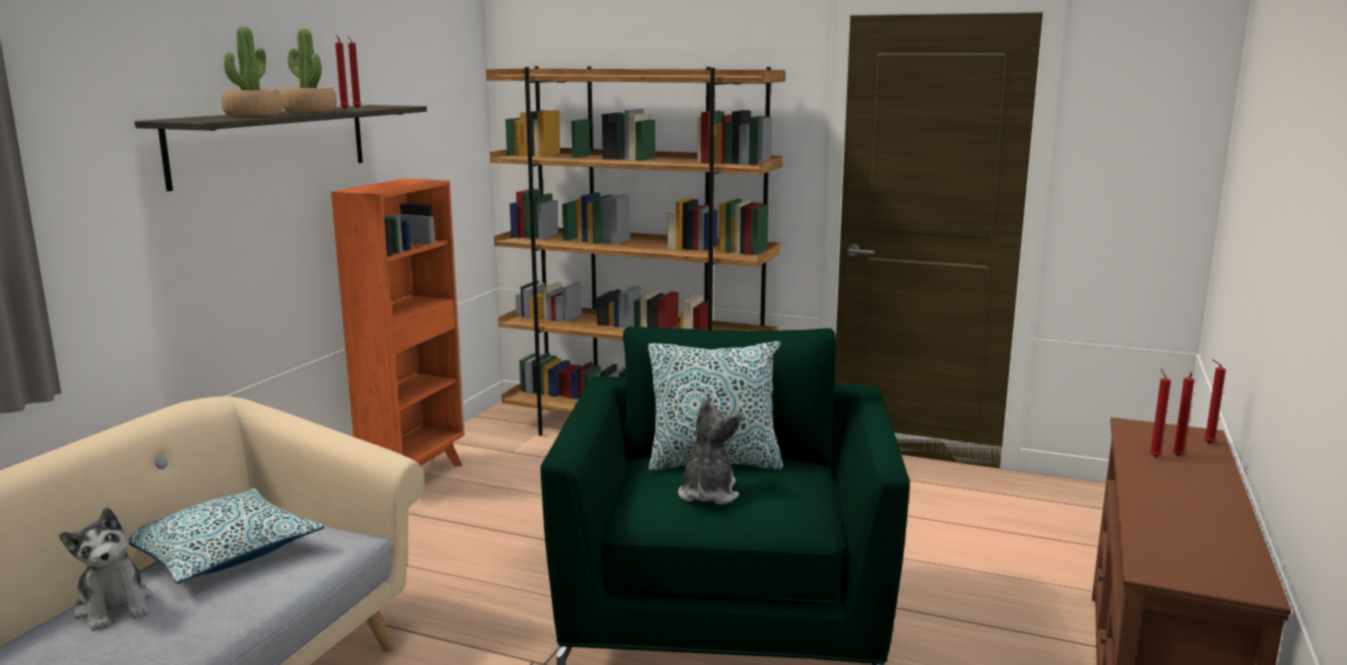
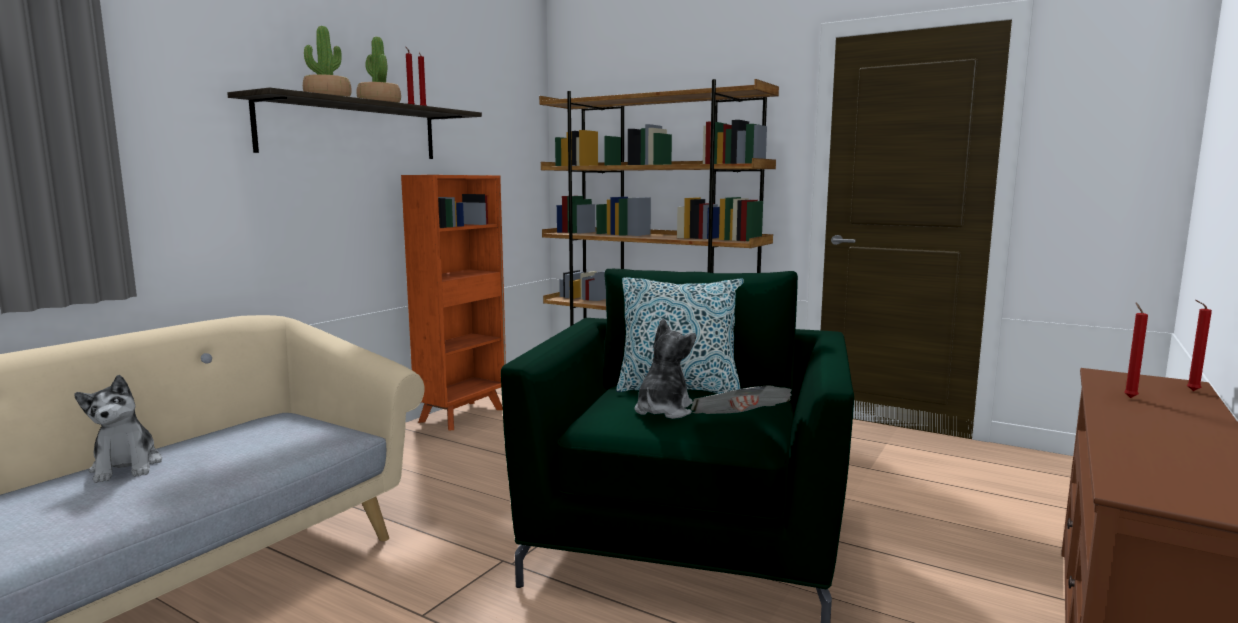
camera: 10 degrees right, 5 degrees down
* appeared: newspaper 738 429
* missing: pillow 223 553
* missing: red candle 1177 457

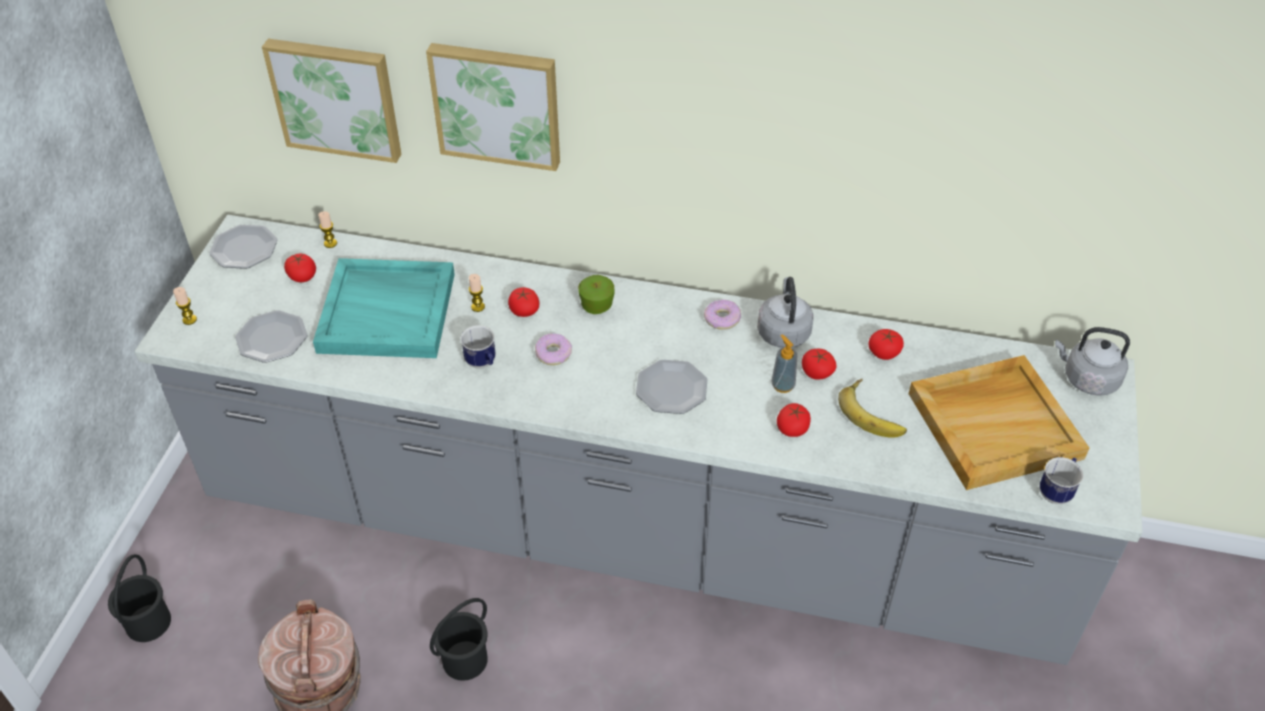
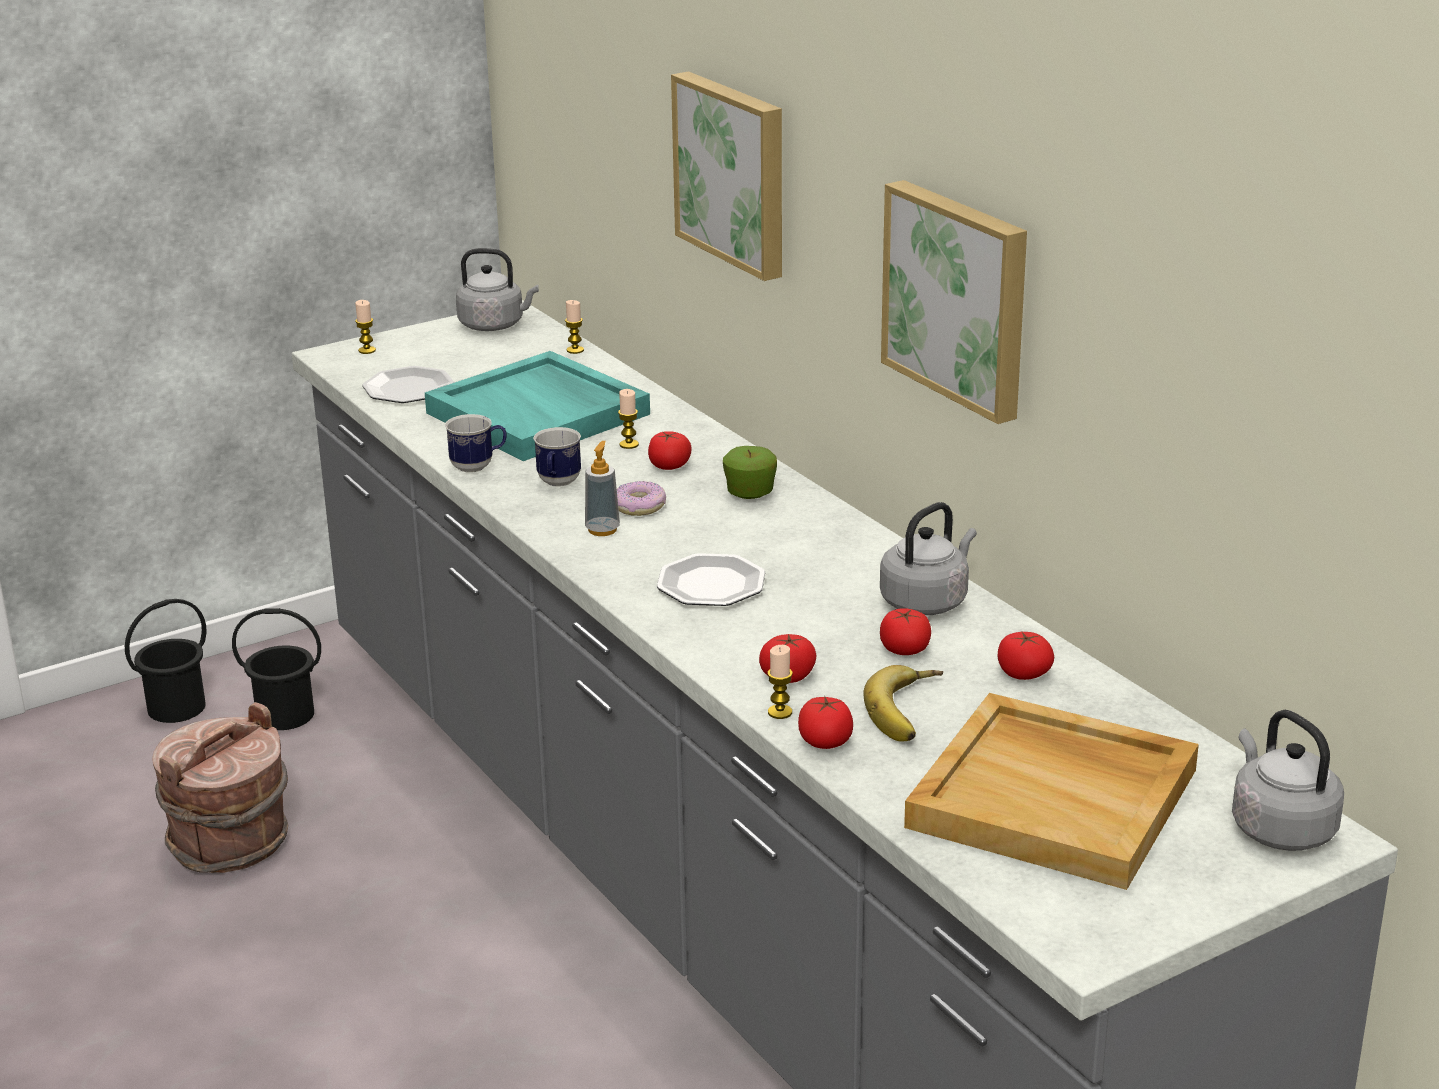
camera: 45 degrees right, 20 degrees down
* relocated: black bucket 464 660 to 285 714
* relocated: mug 1057 491 to 478 466
* exchanged: plate 244 248 to grey kettle 495 325
* relocated: soap dispenser 783 385 to 602 530
* appeared: candle 780 712
* relocated: tomato 302 276 to 825 740
* relocated: picture 336 97 to 959 297
* missing: donut 722 319

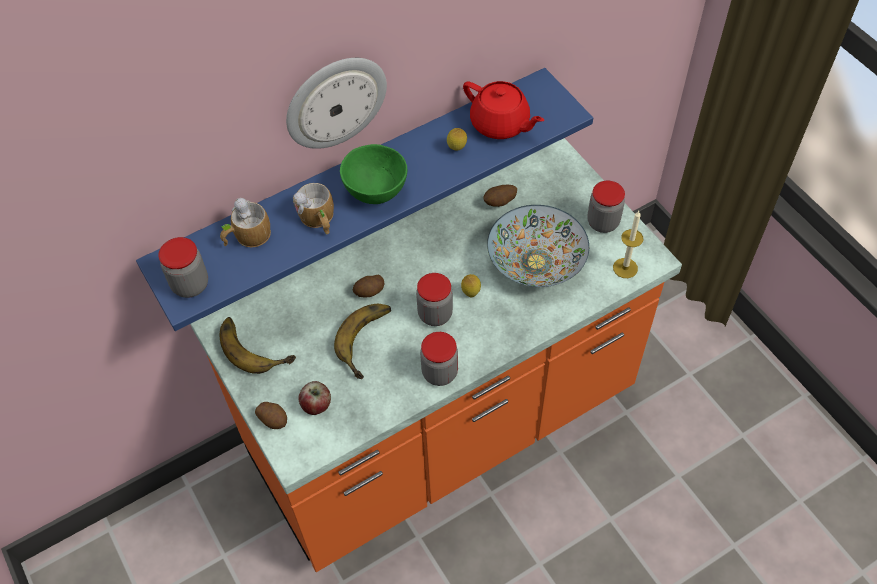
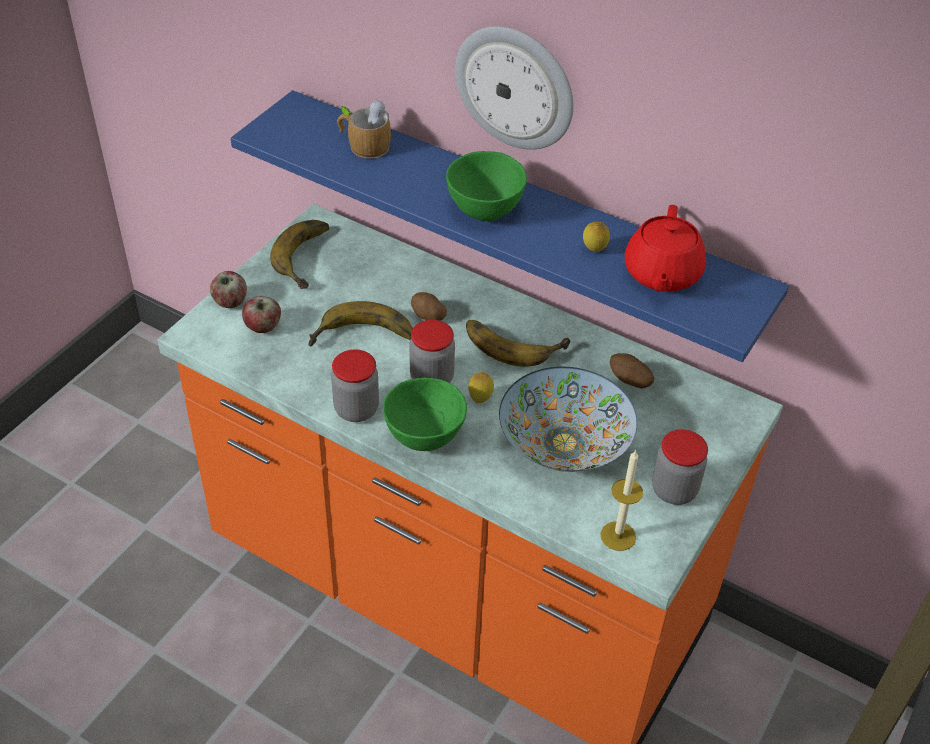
camera: 60 degrees right, 10 degrees down
* exchanged: potato 273 419 to apple 230 302
* appeared: green bowl 423 436
* appeared: banana 514 341
* missing: jar 190 285
* missing: mug 318 219

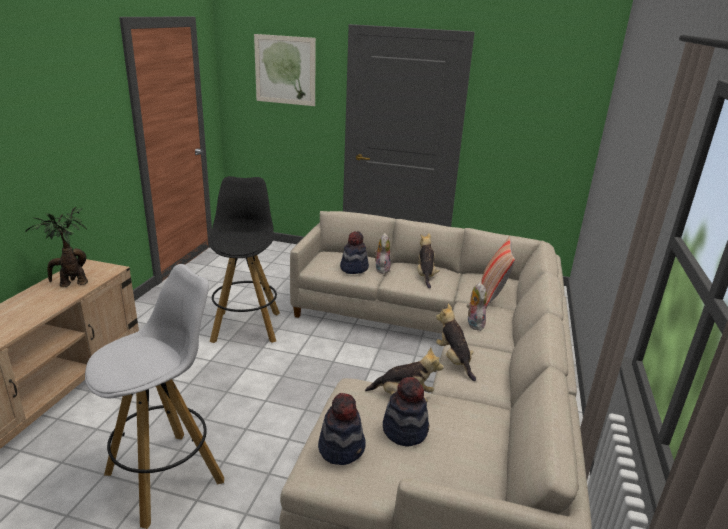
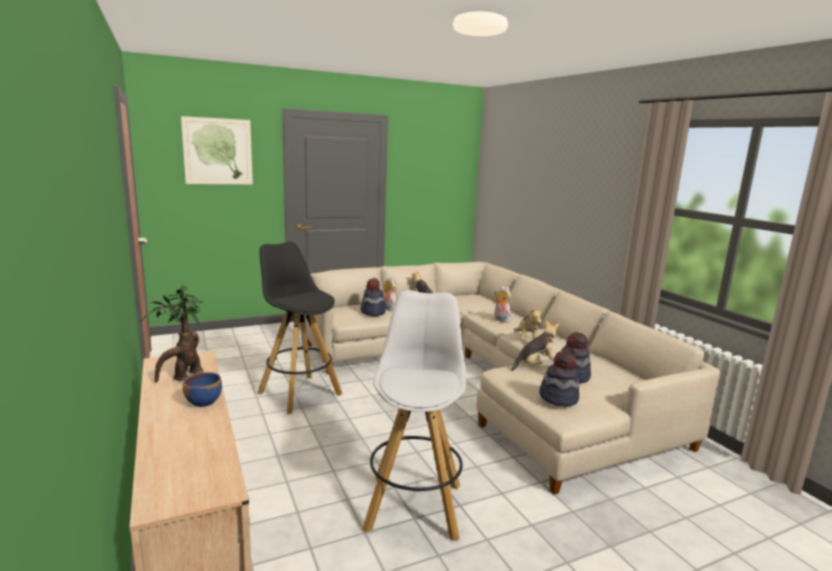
camera: 40 degrees left, 10 degrees down
* appeared: blue bowl 204 402
* spun: plush toy 454 360 = 526 339 120 degrees counterclockwise
* missing: pillow 492 296

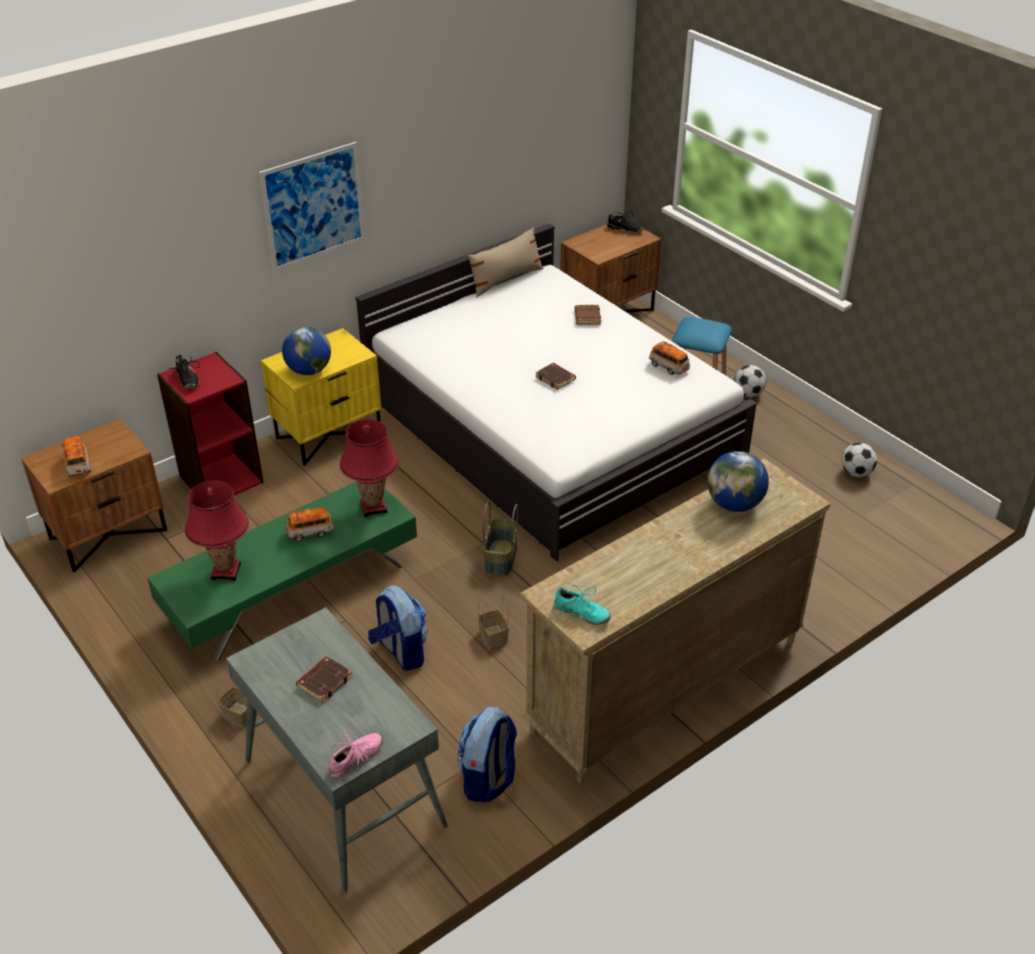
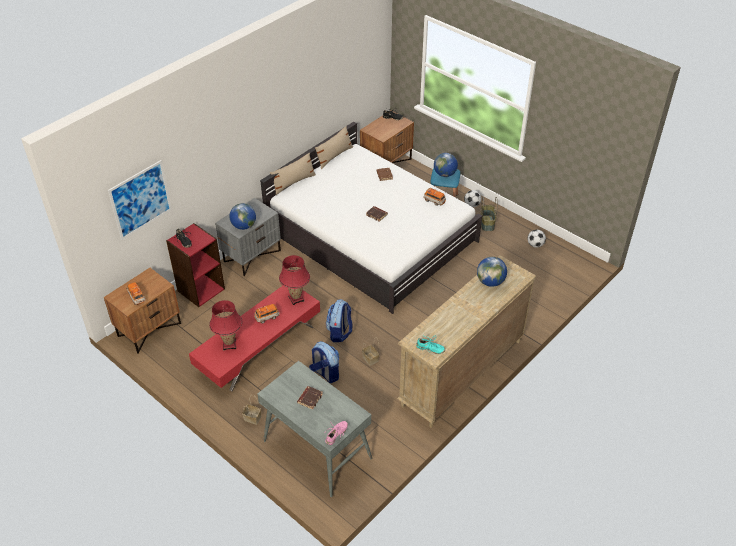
camera: 10 degrees left, 5 degrees up
* relocated: picture 313 206 to 140 199
* colour: green coffee table 291 590 to red coffee table 259 348
* colour: yellow nightstand 328 434 to grey nightstand 252 255
* appeared: beige pillow 293 182
* relocated: backpack 488 779 to 340 332
* appeared: globe 444 174
* relocated: basket 501 558 to 487 223

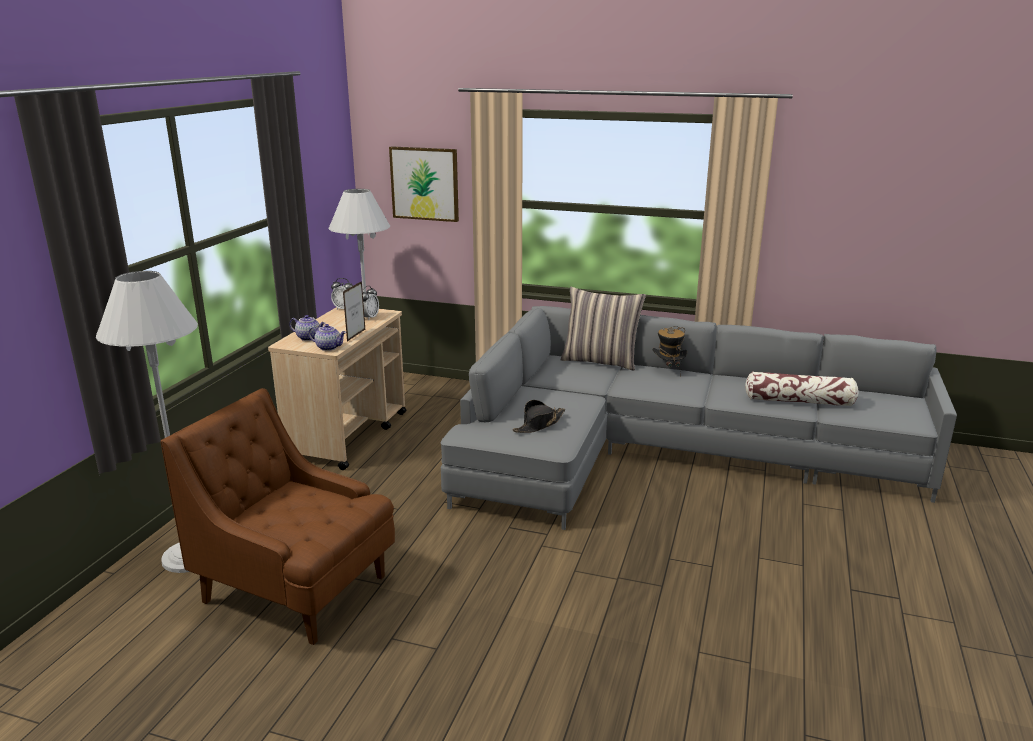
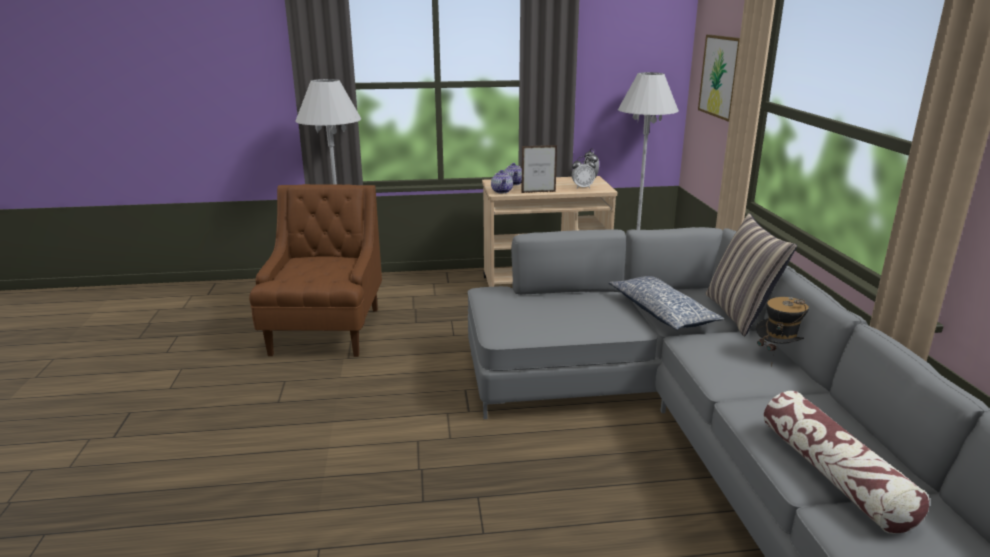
camera: 65 degrees right, 0 degrees up
* appeared: pillow 662 312
* missing: black hat 539 424

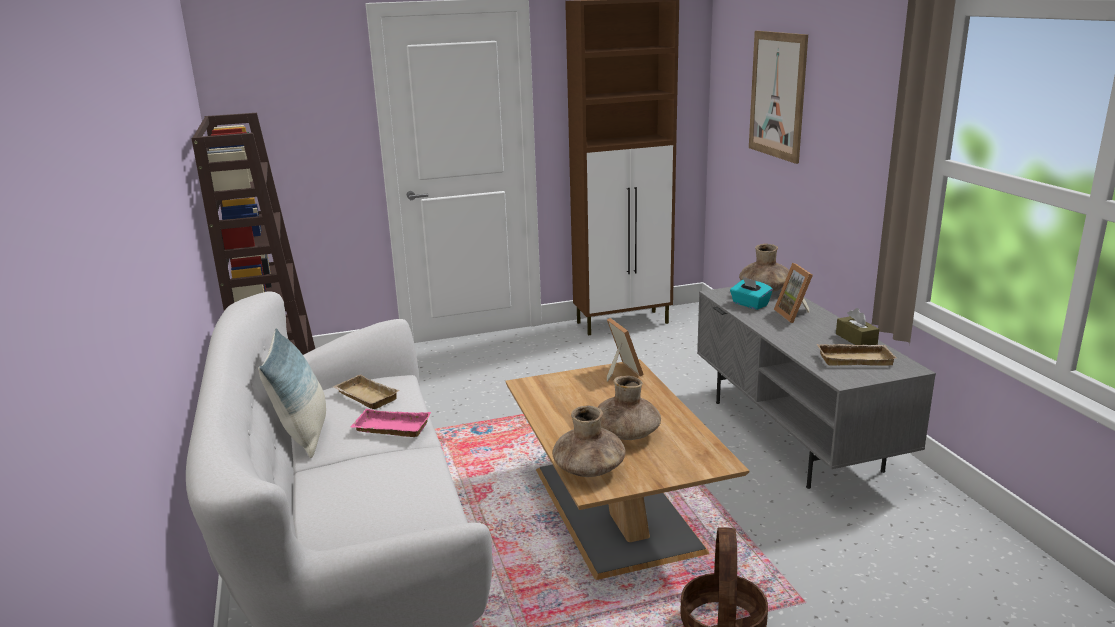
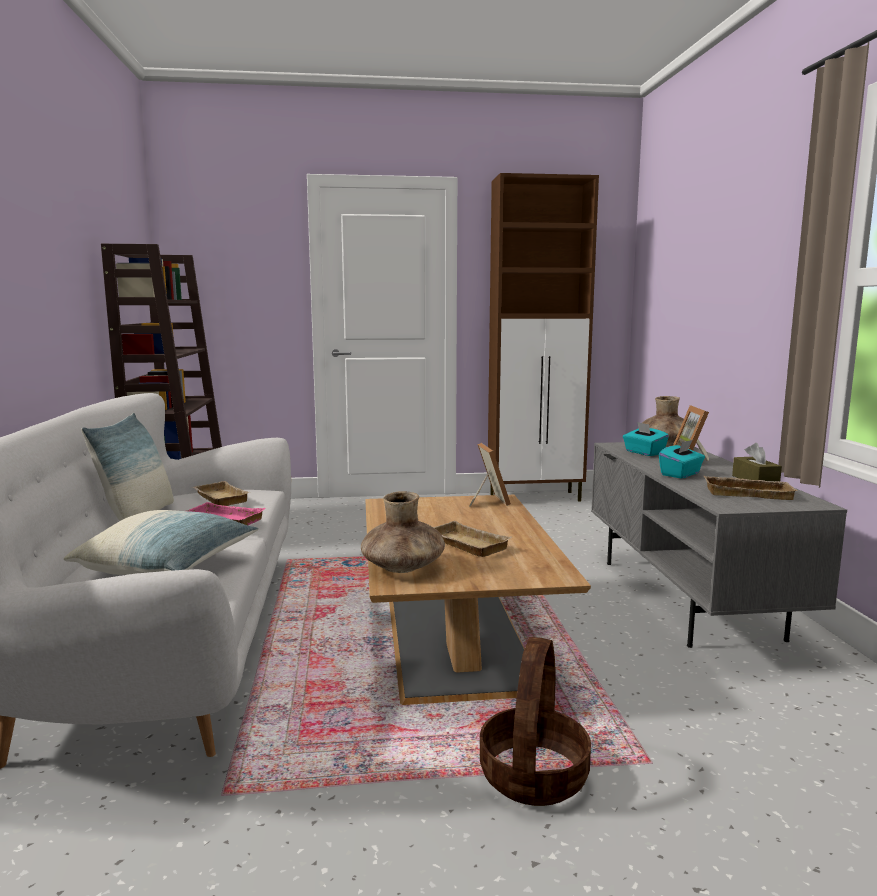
camera: 10 degrees right, 10 degrees down
* appeared: pillow 169 567
* exchanged: brown vase 627 434 to beige tray 464 544
* appeared: turquoise tissue box 681 474
* missing: picture 777 95

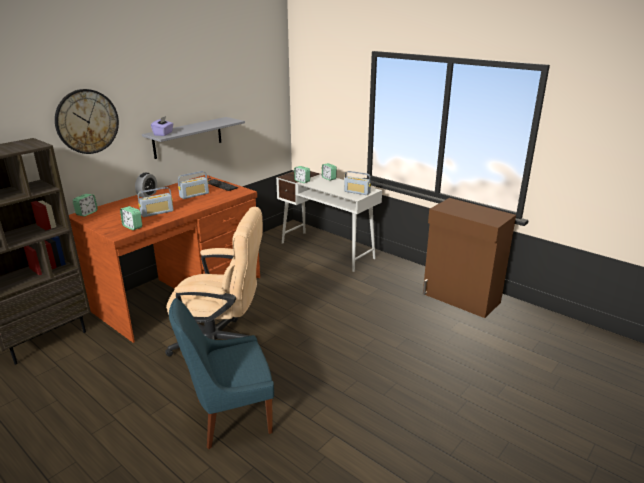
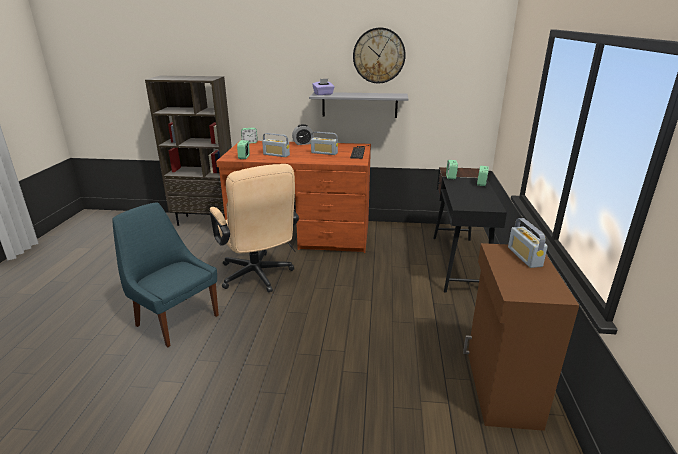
camera: 55 degrees right, 0 degrees up
* relocated: wall clock 87 121 to 379 55
* colour: white desk 327 250 to black desk 458 263
* relocated: radio 357 192 to 524 257

